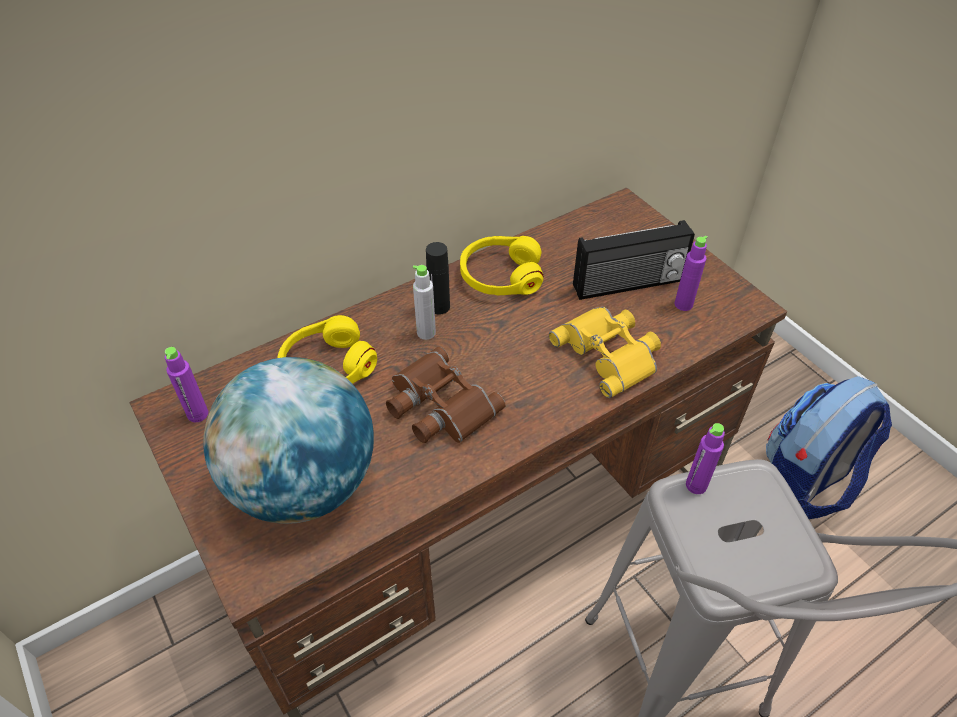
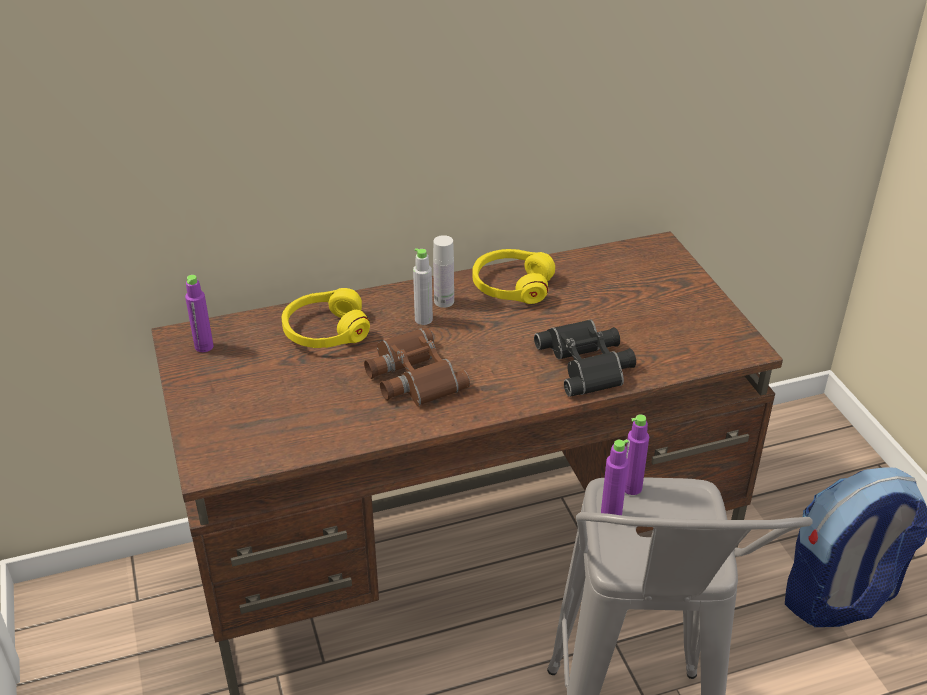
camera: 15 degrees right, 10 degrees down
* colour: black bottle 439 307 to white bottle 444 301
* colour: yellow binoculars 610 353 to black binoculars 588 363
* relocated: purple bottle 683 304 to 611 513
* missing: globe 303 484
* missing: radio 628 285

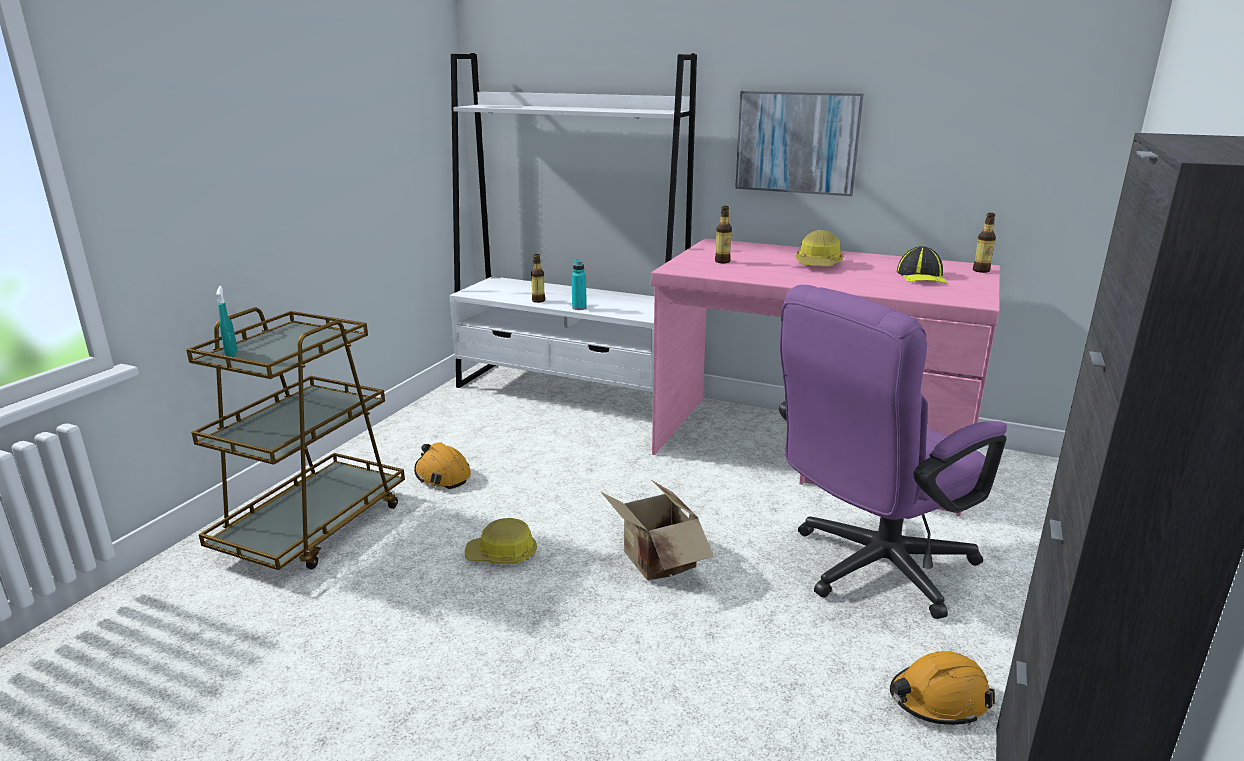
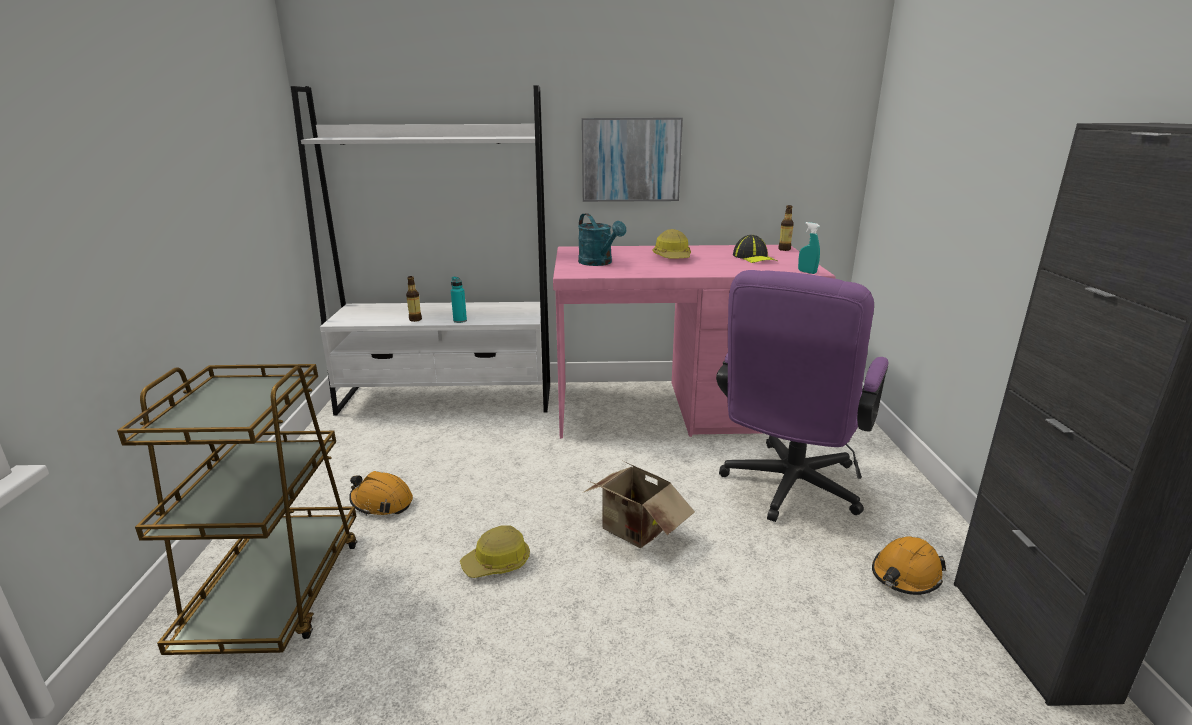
camera: 25 degrees left, 0 degrees up
* exchanged: bottle 722 261 to turquoise watering can 599 263
* relocated: turquoise spray bottle 232 354 to 807 272

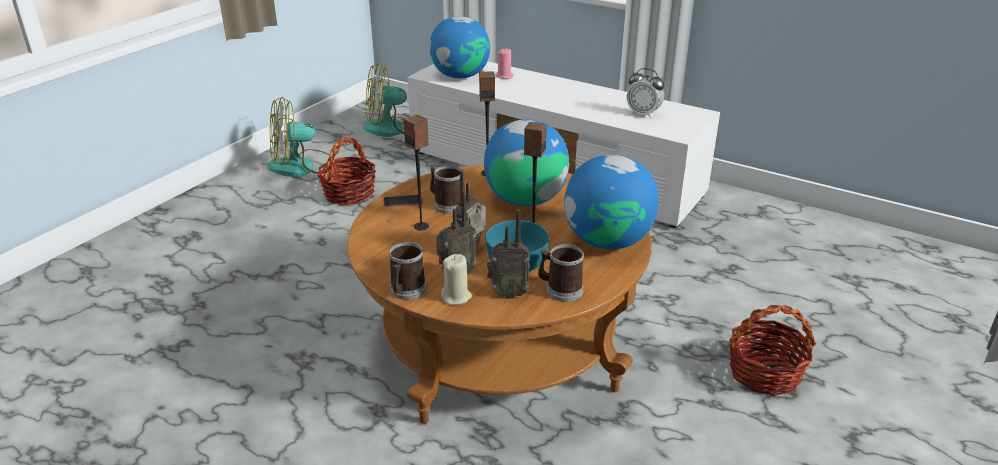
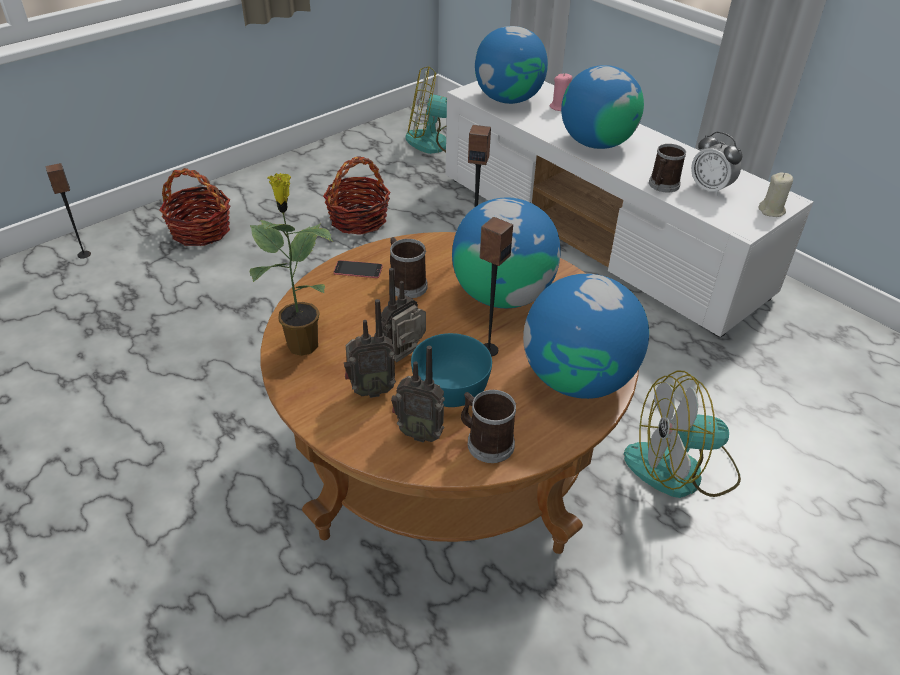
camera: 15 degrees right, 10 degrees up
* relocated: speaker 421 226 to 84 254
* relocated: basket 764 373 to 200 231
* appeared: potted plant 302 343
* appeared: globe 596 143
* relocated: fan 302 167 to 681 469
* relocated: mug 406 291 to 662 185
* relocated: beige candle 456 297 to 771 211

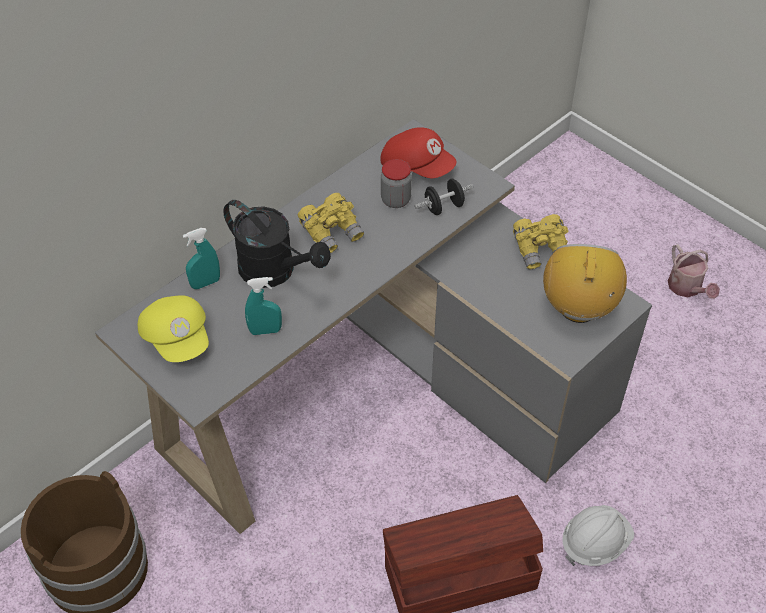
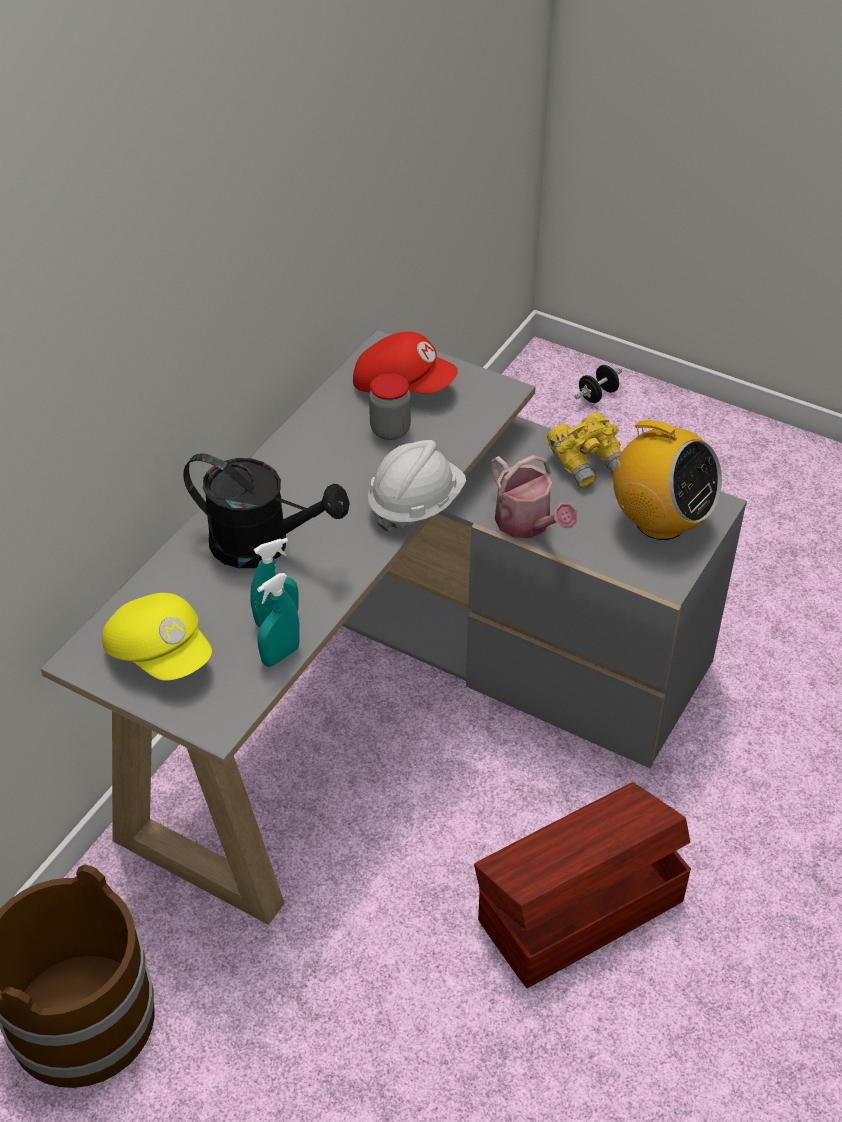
camera: 15 degrees left, 5 degrees down
* relocated: turquoise spray bottle 205 283 to 280 655
* relocated: white hard hat 594 543 to 415 504
* relocated: watering can 687 288 to 528 524
* relocated: black dumbbell 443 207 to 597 395
* spun: radio 578 308 = 659 522 135 degrees clockwise
* missing: yellow binoculars 332 232

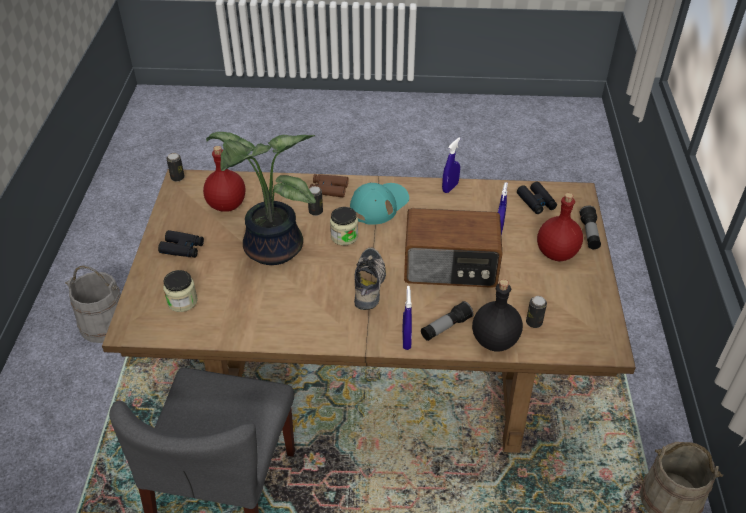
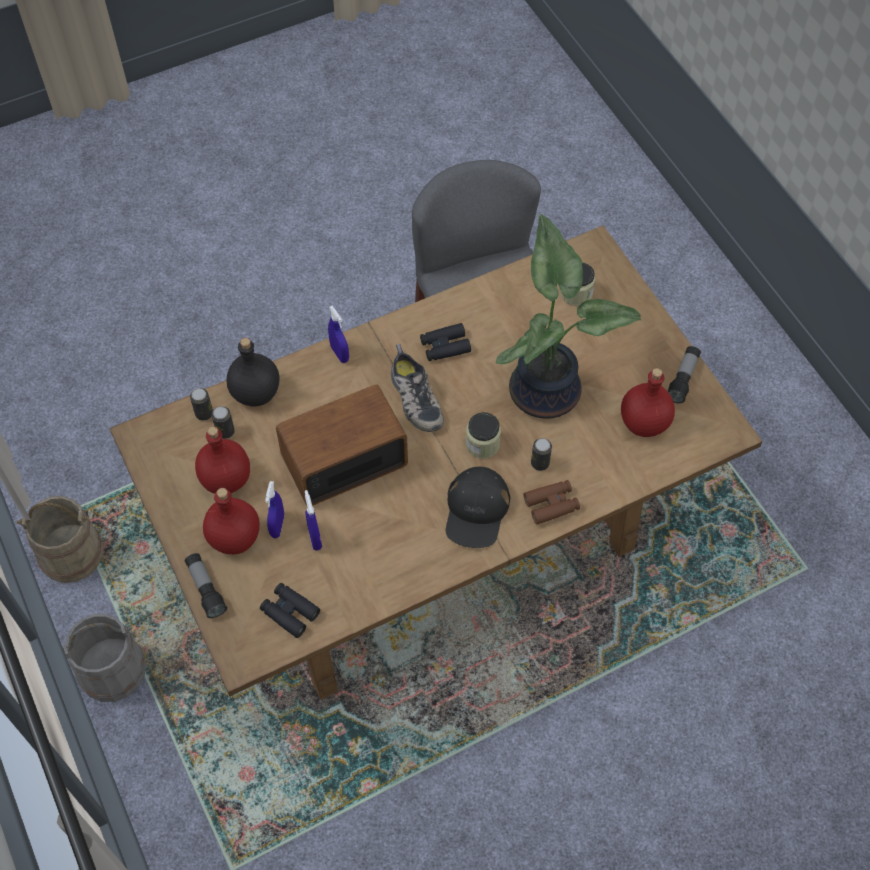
camera: 150 degrees right, 15 degrees up
* relocated: grey bucket 105 323 to 112 670
* relocated: can 177 177 to 204 413
* appeared: red bottle 226 478
* relocated: blue spray bottle 450 187 to 277 526
* relocated: black binoculars 182 248 to 445 346
* colour: turquoise cap 379 204 to black cap 476 510
* relocated: flashlight 445 327 to 683 379

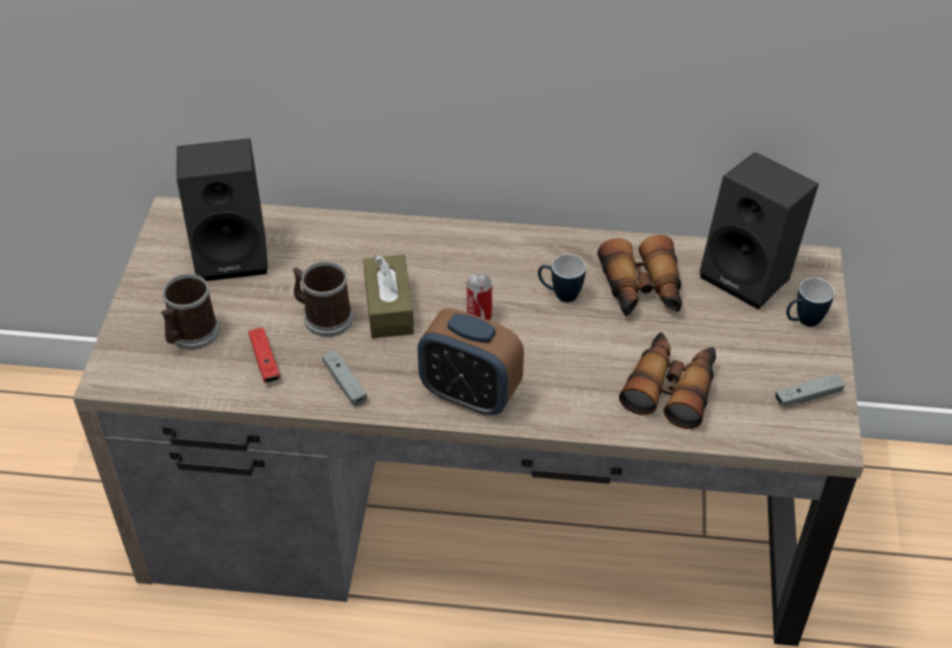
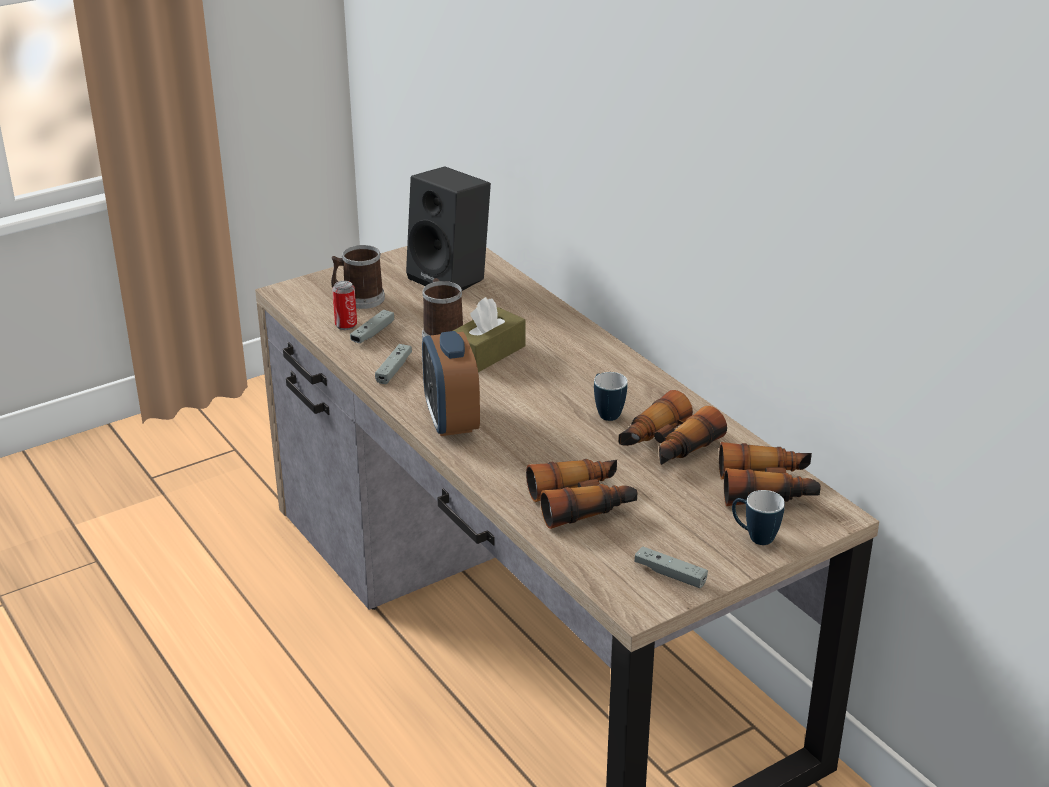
camera: 50 degrees right, 15 degrees down
* relocated: can 479 316 to 346 325
* colour: red game controller 265 361 to grey game controller 372 333
* exchanged: black speaker 750 275 to binoculars 767 489

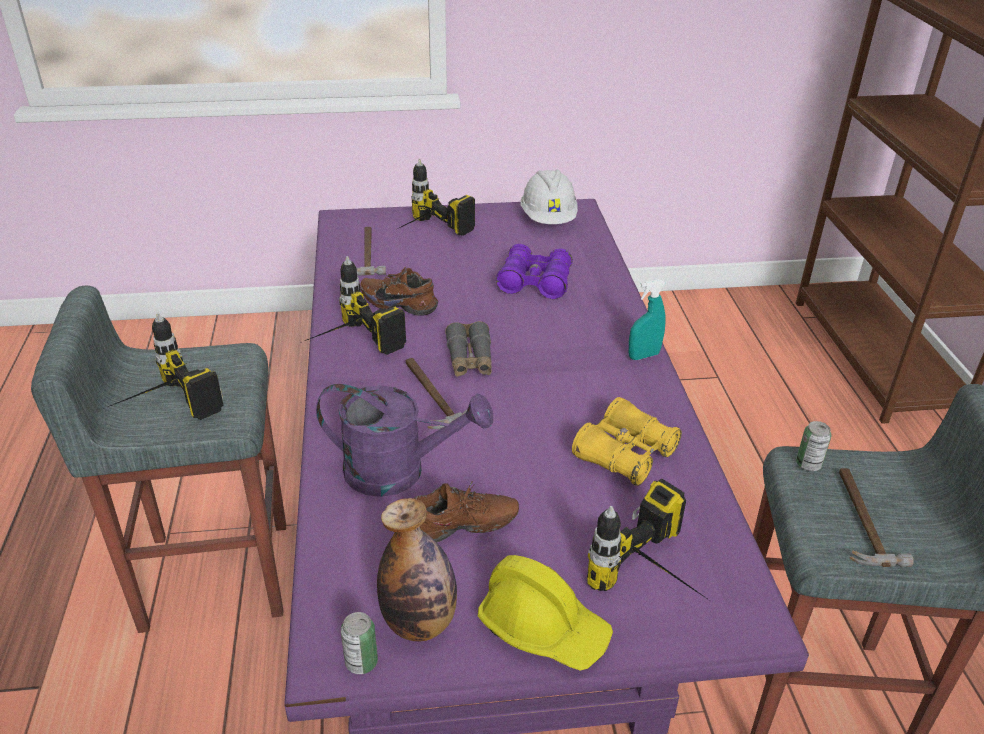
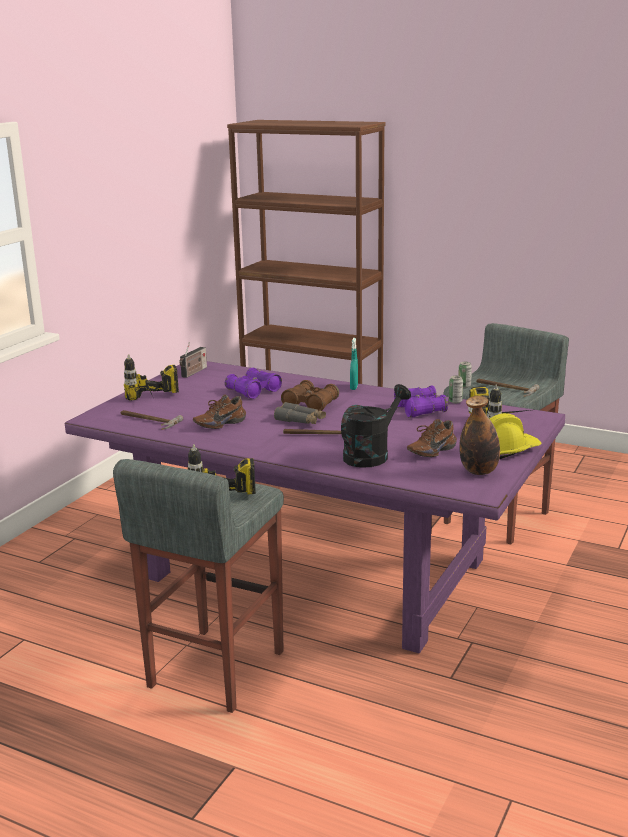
camera: 55 degrees left, 15 degrees down
* exchanged: white hard hat 548 219 to radio 193 372
* appeared: brown binoculars 310 404
* colour: purple watering can 399 471 to black watering can 371 454
* colour: yellow binoculars 625 454 to purple binoculars 420 410
* spun: brown shoe 463 530 = 430 451 150 degrees counterclockwise
* relocated: can 361 662 to 455 401
* missing: power drill 345 347

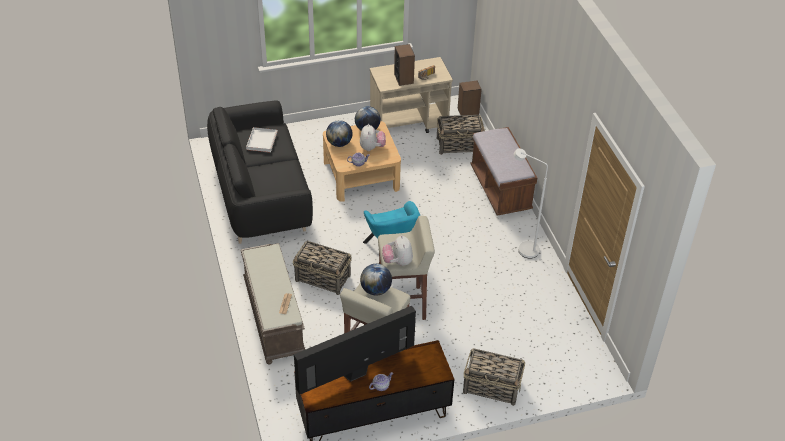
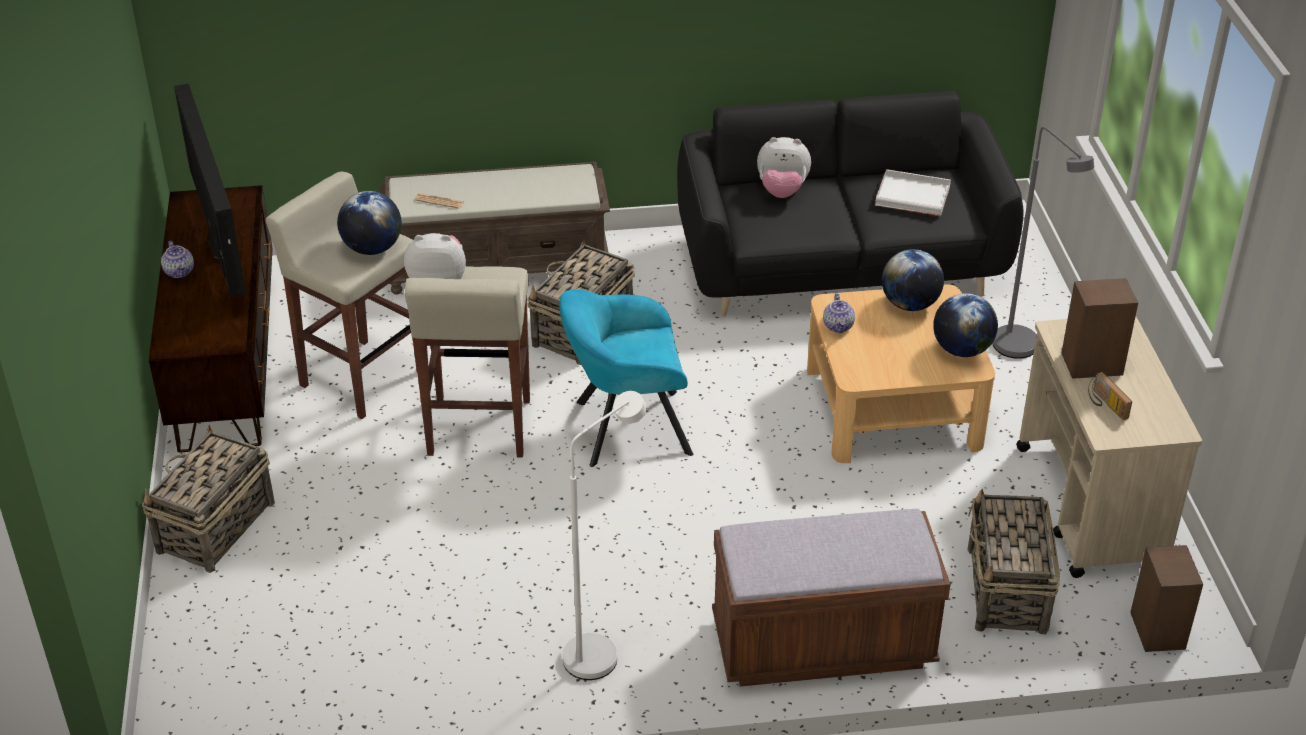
camera: 100 degrees right, 5 degrees down
* relocated: plush toy 372 148 to 782 191
* appeared: grey floor lamp 1022 352

